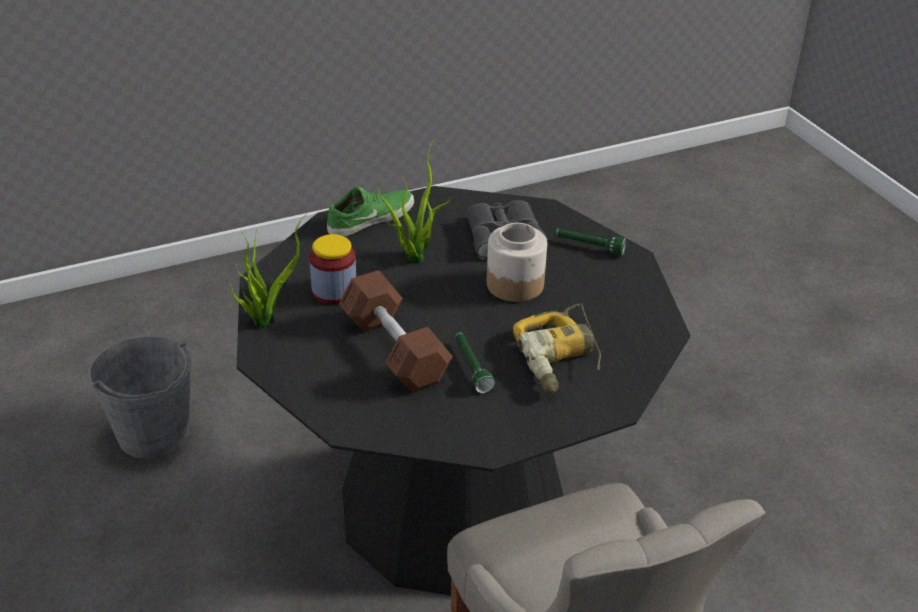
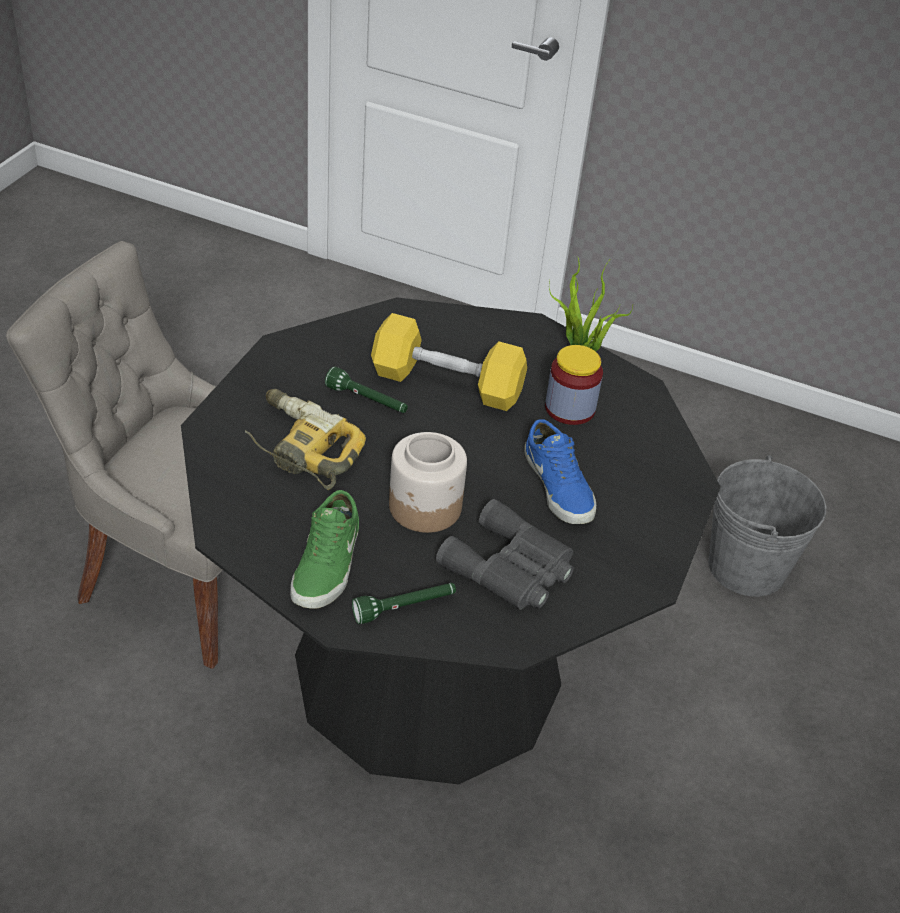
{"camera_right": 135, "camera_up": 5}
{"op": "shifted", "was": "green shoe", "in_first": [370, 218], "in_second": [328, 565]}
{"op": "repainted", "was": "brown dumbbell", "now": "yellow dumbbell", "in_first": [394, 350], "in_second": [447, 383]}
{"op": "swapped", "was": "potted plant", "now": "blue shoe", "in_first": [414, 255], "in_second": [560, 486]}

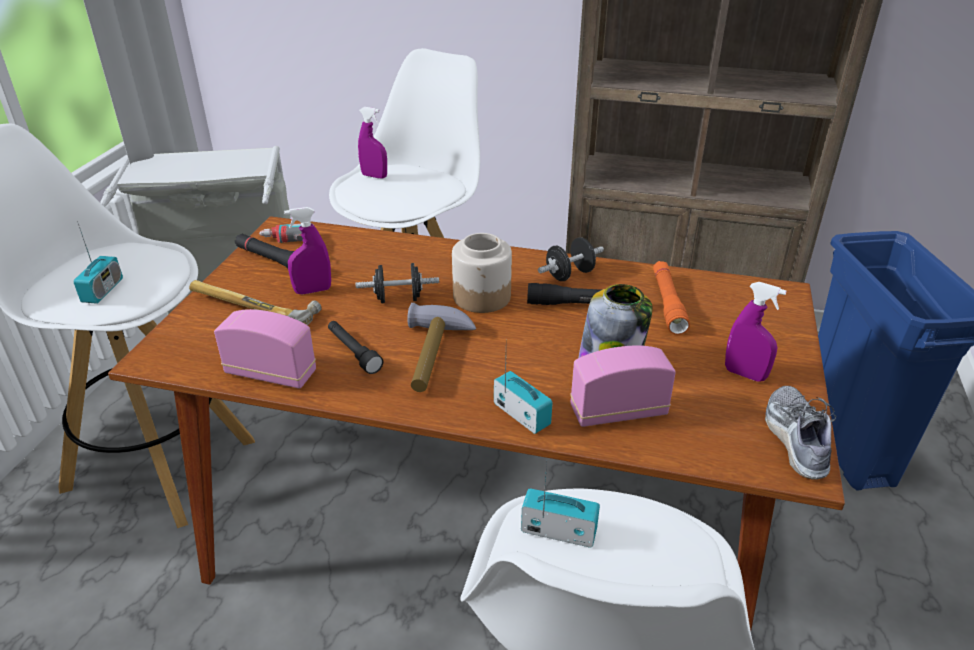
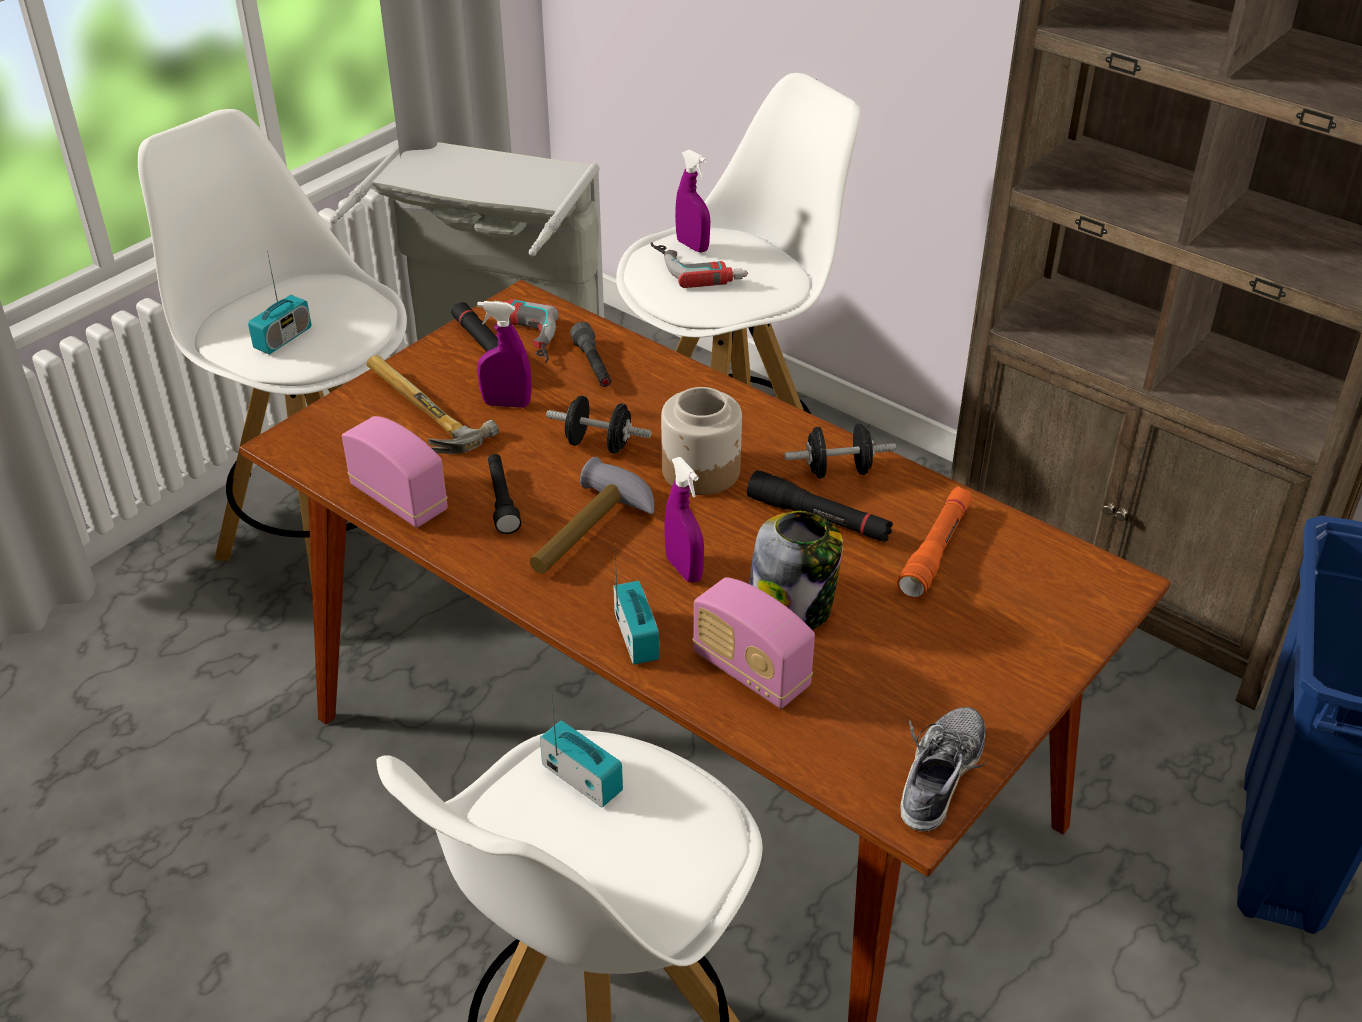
{"camera_right": 25, "camera_up": 5}
{"op": "new", "now": "grey flashlight", "in_second": [593, 366]}
{"op": "new", "now": "power drill", "in_second": [698, 267]}
{"op": "shifted", "was": "purple spray bottle", "in_first": [745, 374], "in_second": [684, 569]}
{"op": "rotated", "was": "radio", "in_first": [618, 412], "in_second": [751, 671], "clockwise": -150}

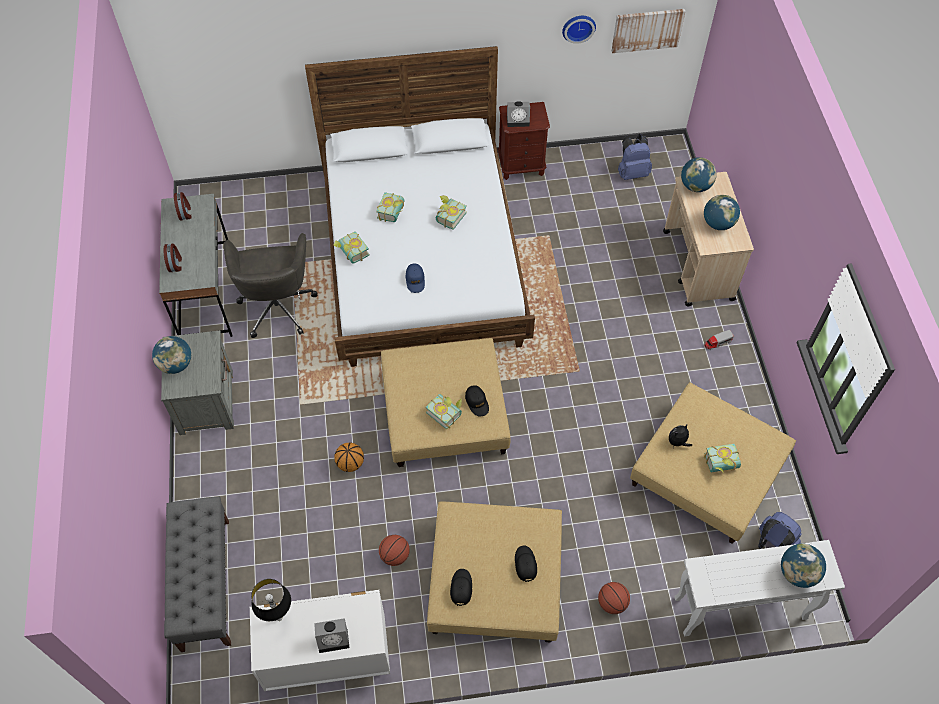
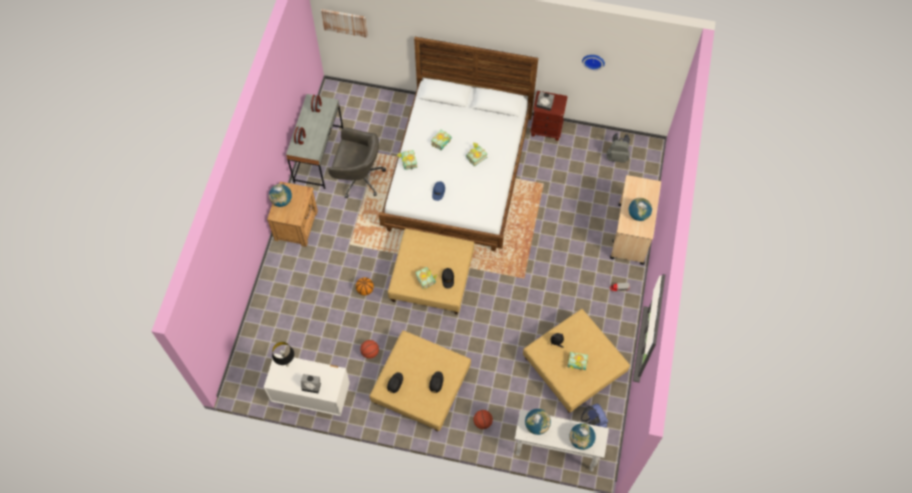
{"camera_right": 20, "camera_up": 5}
{"op": "repainted", "was": "grey nightstand", "now": "brown nightstand", "in_first": [207, 401], "in_second": [297, 225]}
{"op": "shifted", "was": "picture", "in_first": [647, 30], "in_second": [344, 22]}
{"op": "rotated", "was": "grey office chair", "in_first": [277, 305], "in_second": [358, 177], "clockwise": -90}
{"op": "shifted", "was": "globe", "in_first": [695, 186], "in_second": [536, 425]}
{"op": "repainted", "was": "blue backpack", "now": "grey backpack", "in_first": [632, 172], "in_second": [617, 156]}
{"op": "gone", "was": "grey bench", "in_first": [205, 583]}

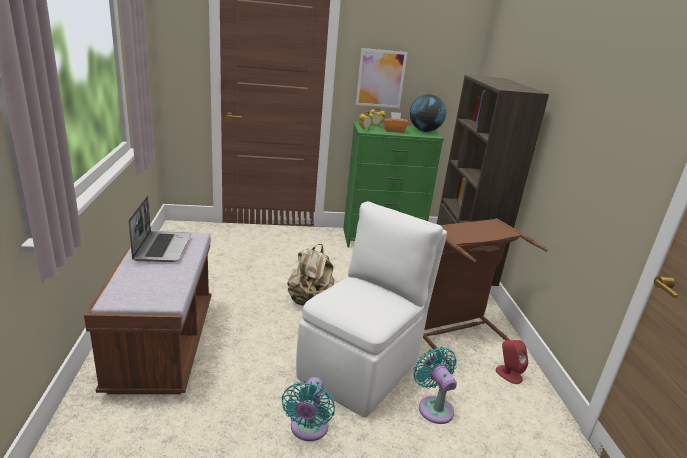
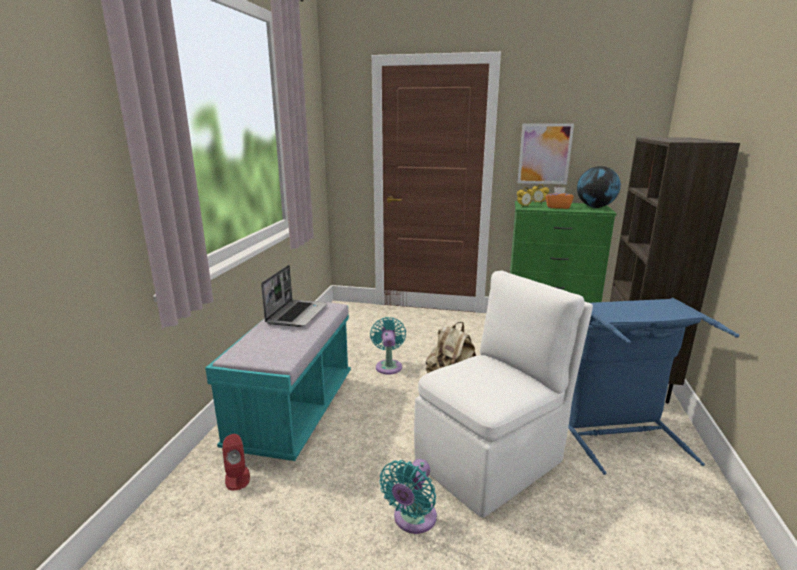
{"camera_right": 20, "camera_up": -5}
{"op": "repainted", "was": "brown bench", "now": "turquoise bench", "in_first": [162, 345], "in_second": [293, 412]}
{"op": "shifted", "was": "red speaker", "in_first": [508, 374], "in_second": [237, 477]}
{"op": "shifted", "was": "turquoise fan", "in_first": [434, 407], "in_second": [388, 365]}
{"op": "repainted", "was": "brown laundry basket", "now": "blue laundry basket", "in_first": [456, 331], "in_second": [620, 434]}

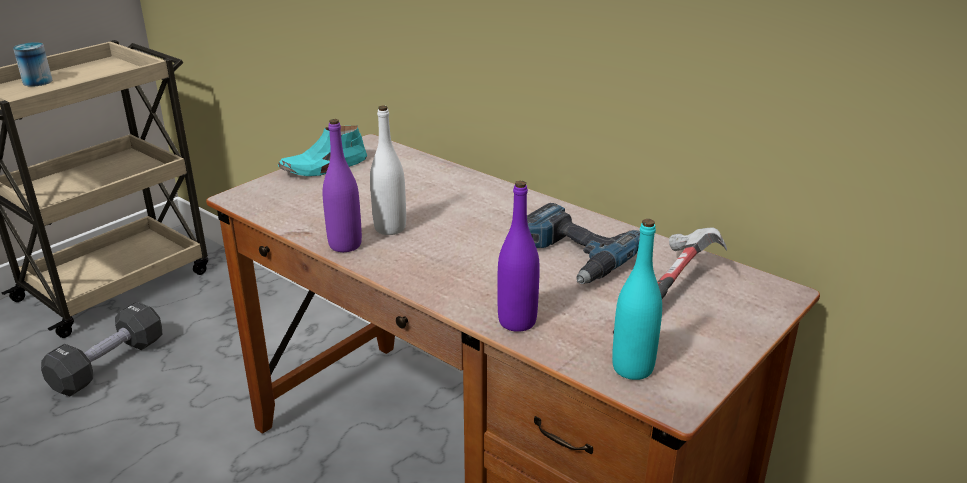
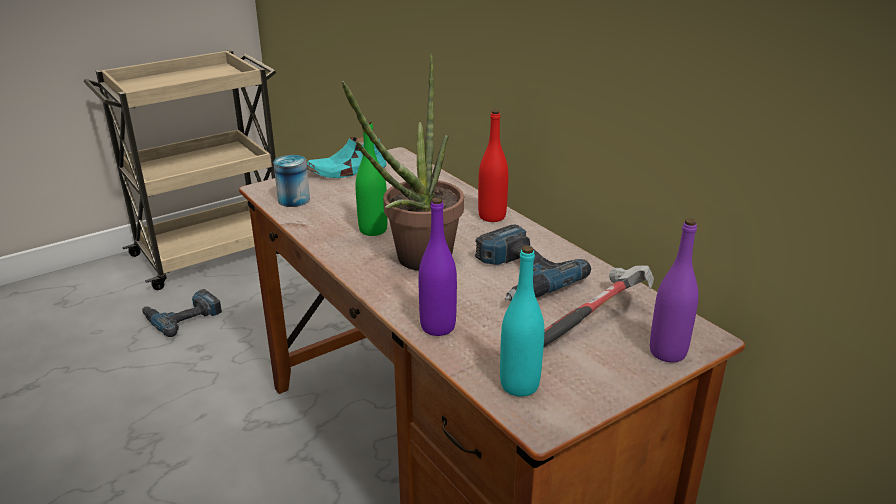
{"camera_right": 15, "camera_up": 0}
{"op": "swapped", "was": "black dumbbell", "now": "power drill", "in_first": [109, 364], "in_second": [182, 317]}
{"op": "shifted", "was": "can", "in_first": [37, 82], "in_second": [294, 200]}
{"op": "new", "now": "potted plant", "in_second": [415, 262]}
{"op": "repainted", "was": "white bottle", "now": "green bottle", "in_first": [390, 228], "in_second": [373, 230]}
{"op": "new", "now": "red bottle", "in_second": [492, 216]}
{"op": "shifted", "was": "purple bottle", "in_first": [345, 245], "in_second": [667, 352]}

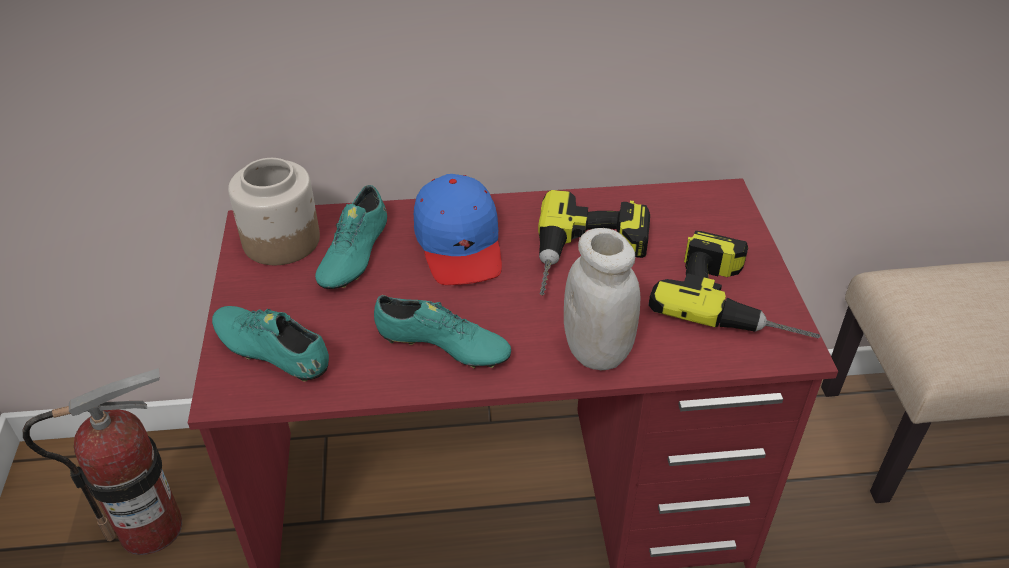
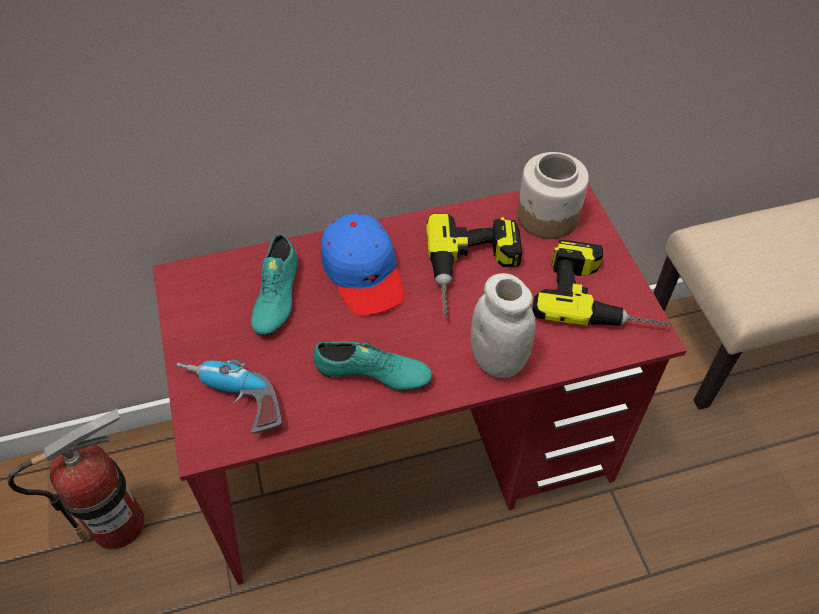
{"camera_right": -10, "camera_up": 10}
{"op": "swapped", "was": "turquoise shoe", "now": "power drill", "in_first": [272, 351], "in_second": [231, 400]}
{"op": "shifted", "was": "jar", "in_first": [281, 241], "in_second": [547, 217]}

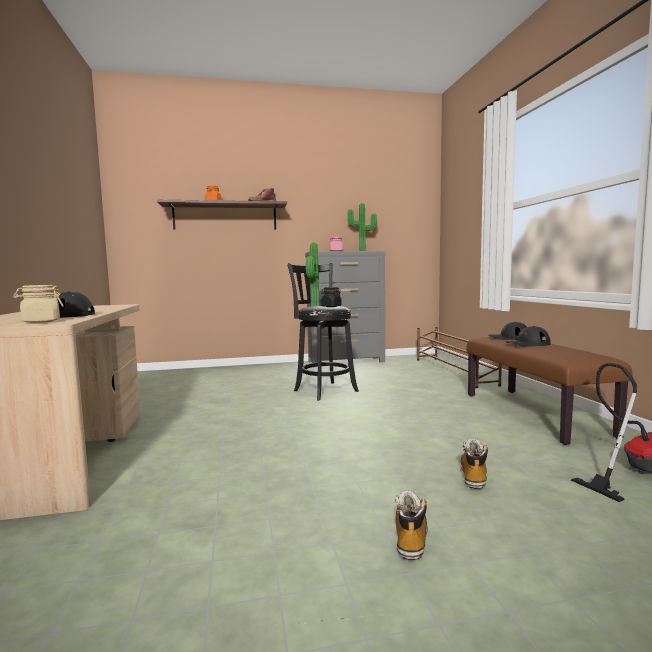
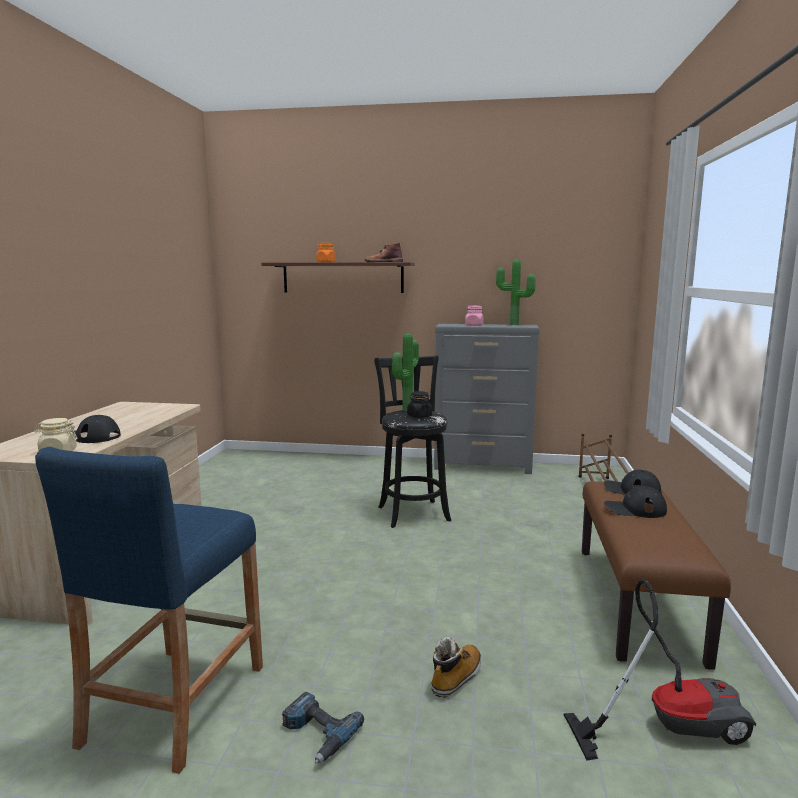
{"camera_right": 20, "camera_up": 5}
{"op": "new", "now": "blue stool", "in_second": [174, 703]}
{"op": "swapped", "was": "boot", "now": "power drill", "in_first": [410, 536], "in_second": [317, 734]}

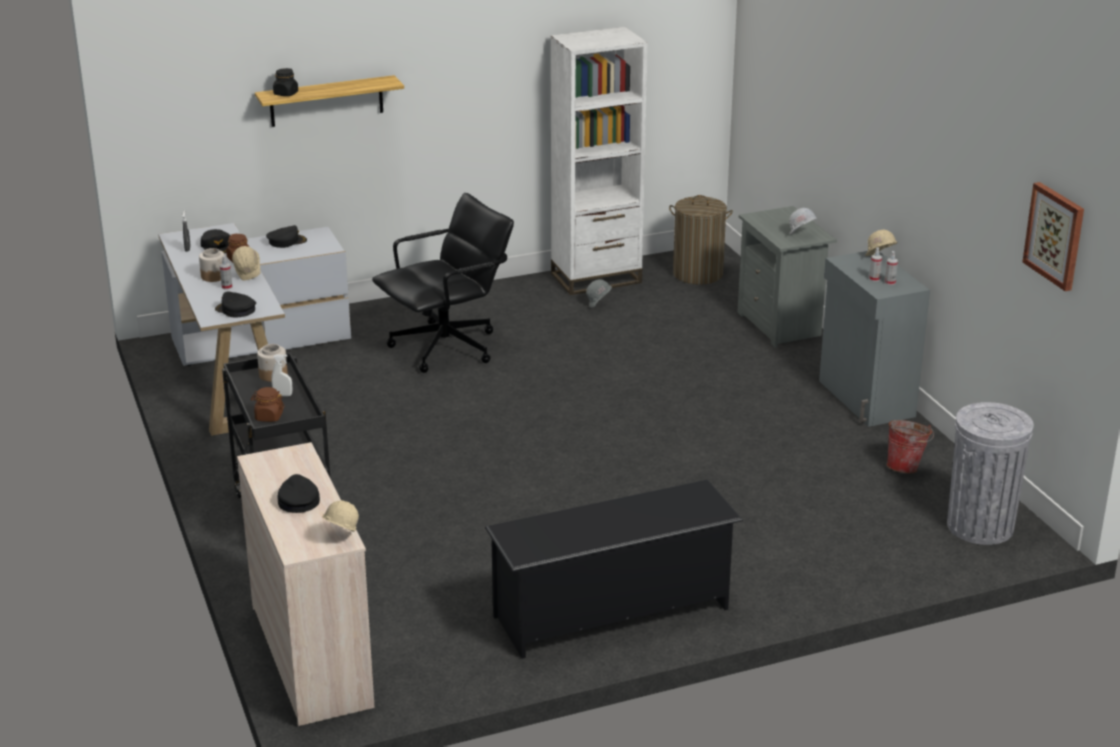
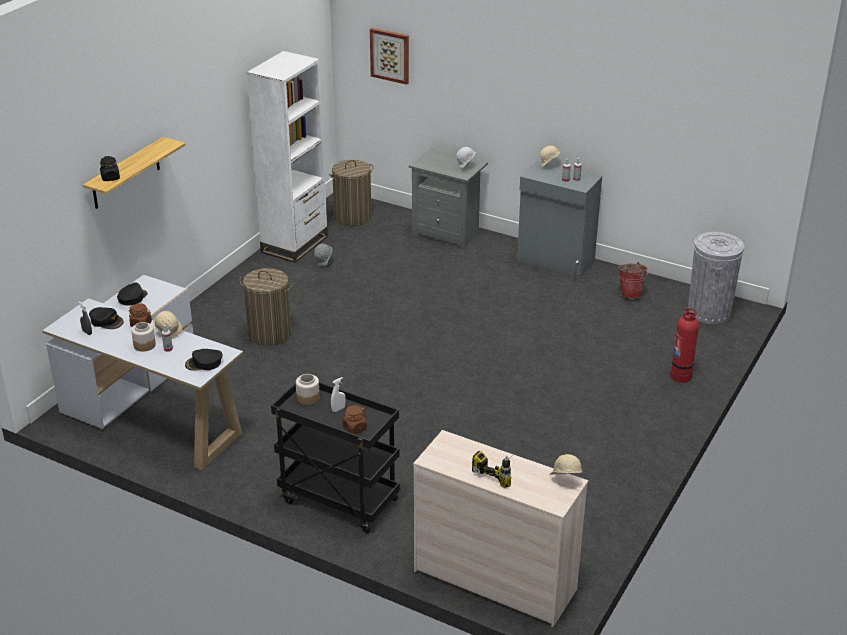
{"camera_right": -40, "camera_up": 5}
{"op": "swapped", "was": "black office chair", "now": "laundry basket", "in_first": [447, 348], "in_second": [269, 333]}
{"op": "shifted", "was": "picture", "in_first": [1055, 235], "in_second": [390, 55]}
{"op": "swapped", "was": "black cap", "now": "power drill", "in_first": [298, 500], "in_second": [500, 471]}
{"op": "new", "now": "fire extinguisher", "in_second": [681, 376]}
{"op": "gone", "was": "black shoe rack", "in_first": [612, 612]}

